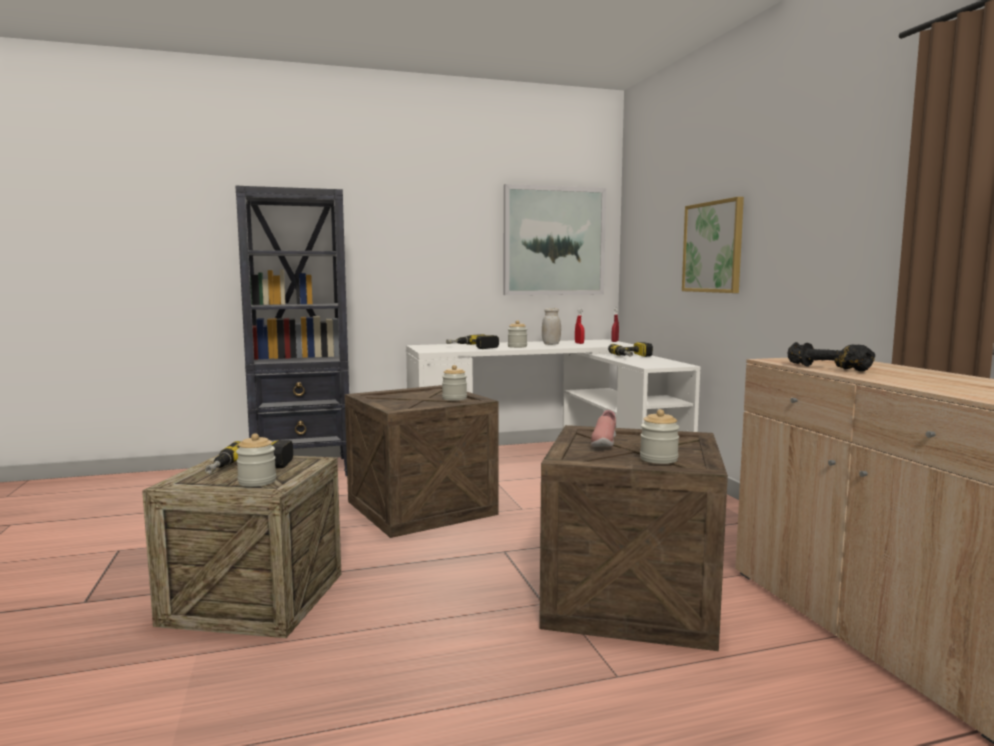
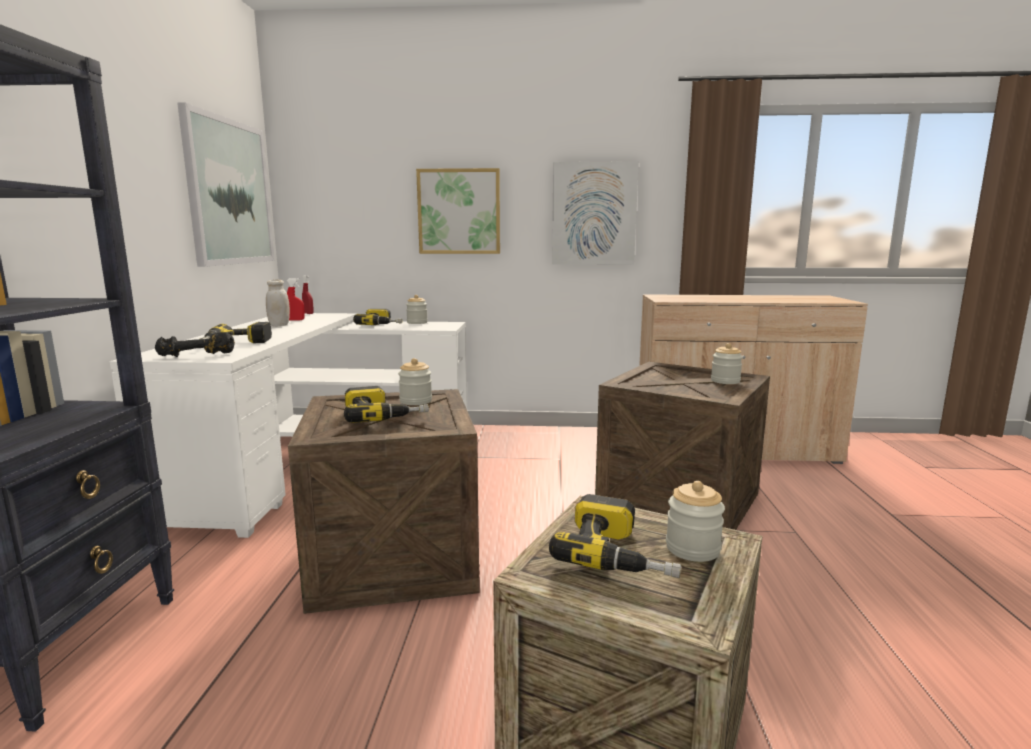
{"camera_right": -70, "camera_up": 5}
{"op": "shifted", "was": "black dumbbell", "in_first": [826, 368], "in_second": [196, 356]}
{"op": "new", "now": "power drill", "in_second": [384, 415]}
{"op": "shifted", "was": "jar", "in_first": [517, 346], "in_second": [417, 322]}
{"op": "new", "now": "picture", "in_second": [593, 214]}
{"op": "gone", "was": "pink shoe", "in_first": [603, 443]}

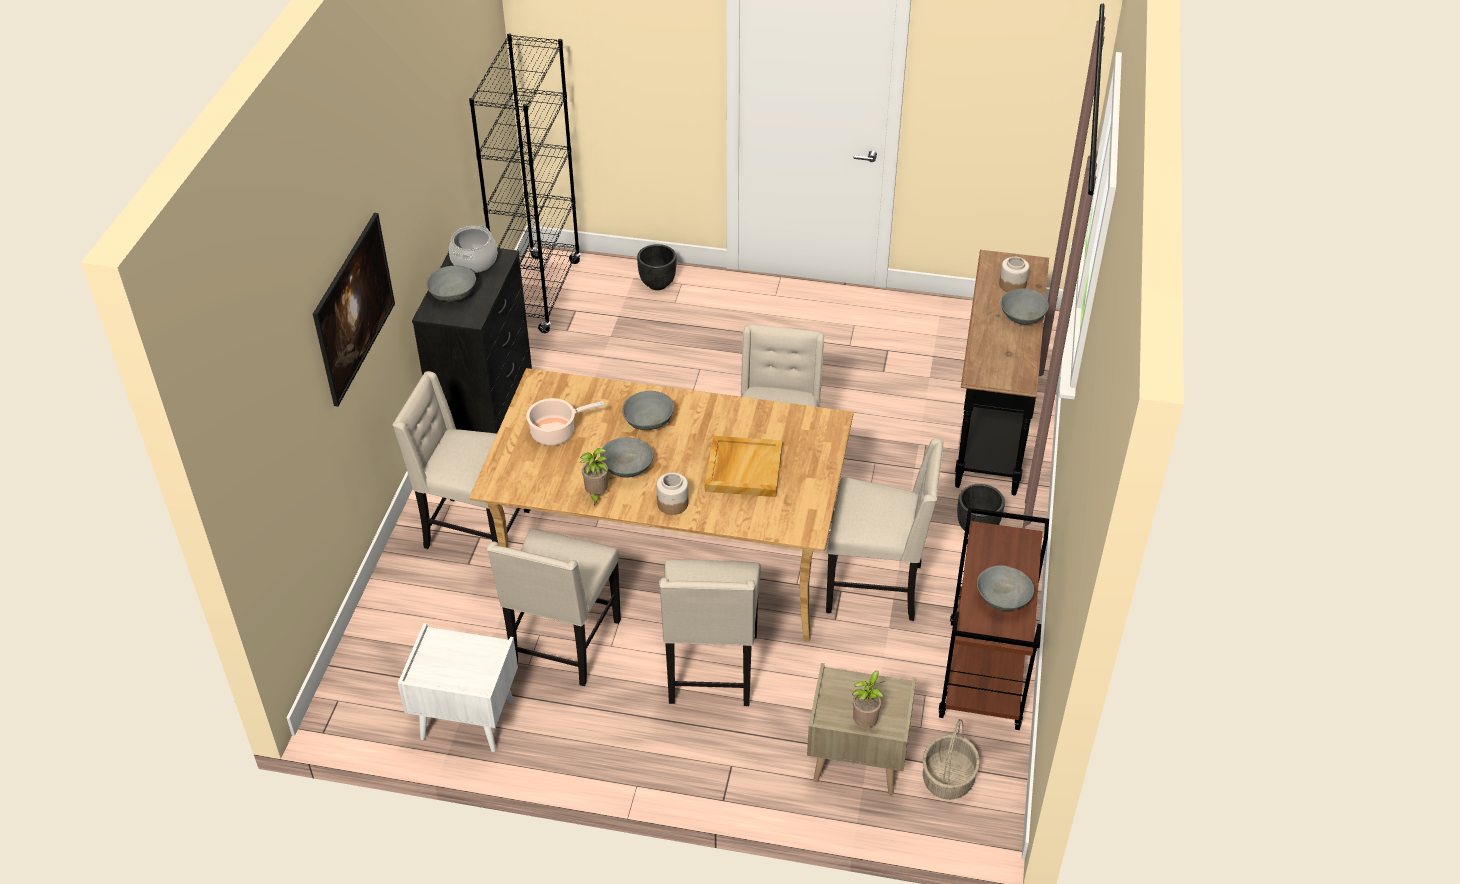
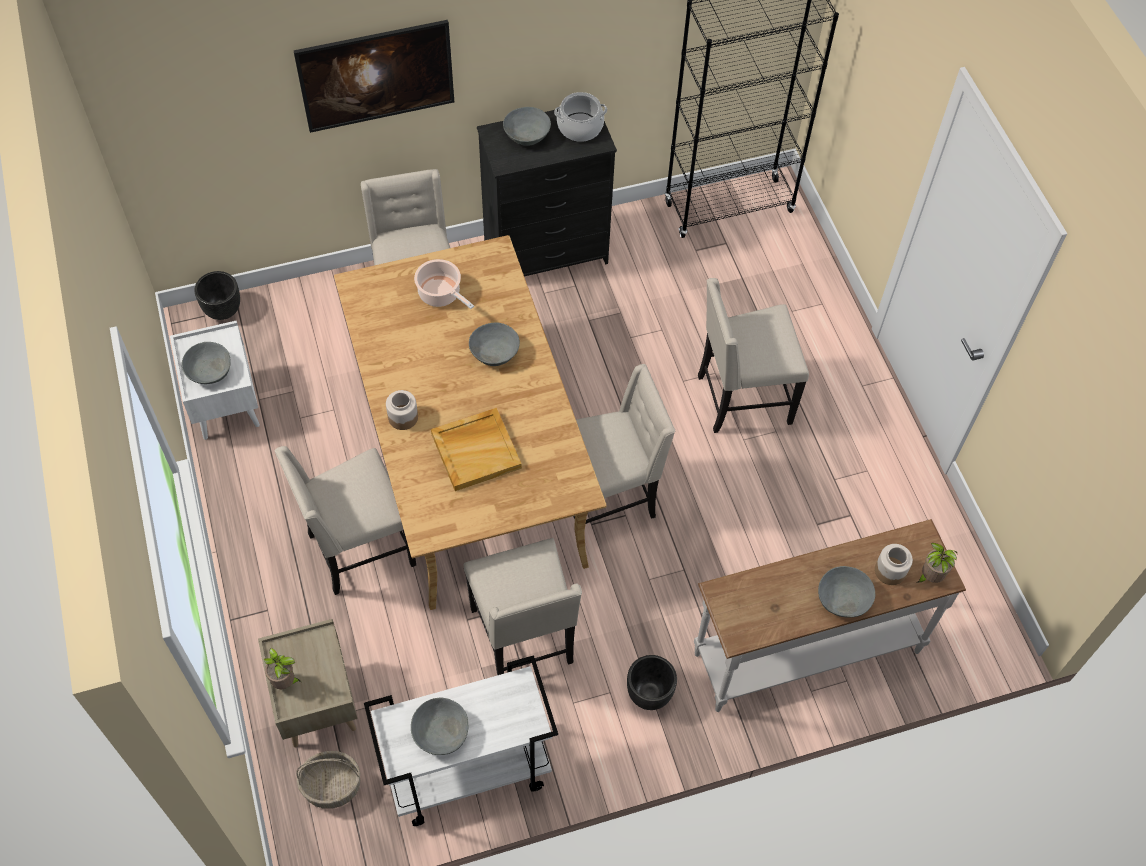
{"camera_right": 60, "camera_up": 15}
{"op": "shifted", "was": "grey bowl", "in_first": [626, 468], "in_second": [209, 371]}
{"op": "shifted", "was": "black planter", "in_first": [657, 284], "in_second": [223, 310]}
{"op": "repainted", "was": "brown cart", "now": "white cart", "in_first": [985, 675], "in_second": [466, 772]}
{"op": "repainted", "was": "black console table", "now": "white console table", "in_first": [990, 423], "in_second": [806, 650]}
{"op": "shifted", "was": "beige chair", "in_first": [563, 646], "in_second": [741, 399]}
{"op": "shifted", "was": "potted plant", "in_first": [596, 495], "in_second": [929, 577]}

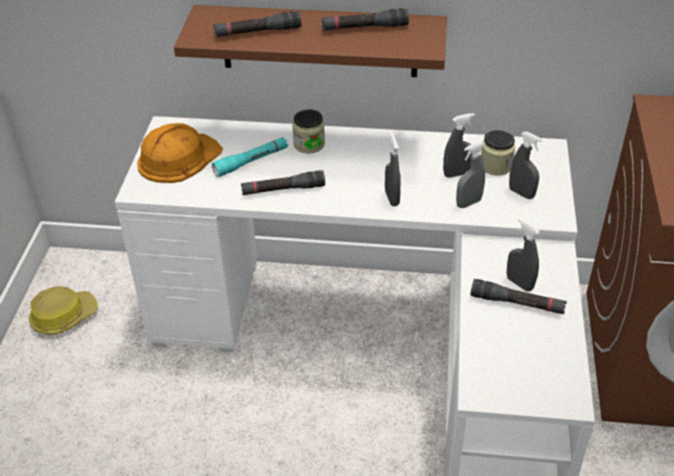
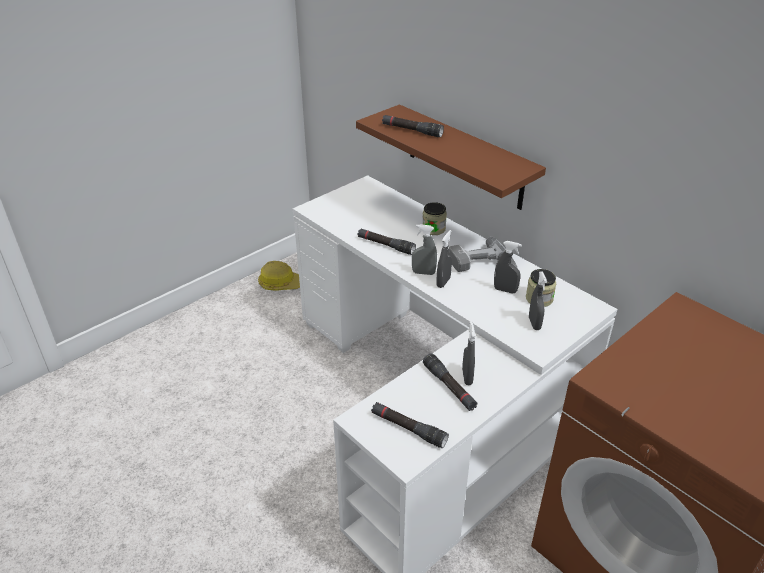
{"camera_right": 40, "camera_up": -5}
{"op": "shifted", "was": "black flashlight", "in_first": [364, 27], "in_second": [408, 429]}
{"op": "shifted", "was": "grey spray bottle", "in_first": [468, 203], "in_second": [423, 273]}
{"op": "new", "now": "power drill", "in_second": [482, 266]}
{"op": "gone", "was": "orange hard hat", "in_first": [178, 158]}
{"op": "gone", "was": "turquoise flashlight", "in_first": [251, 162]}

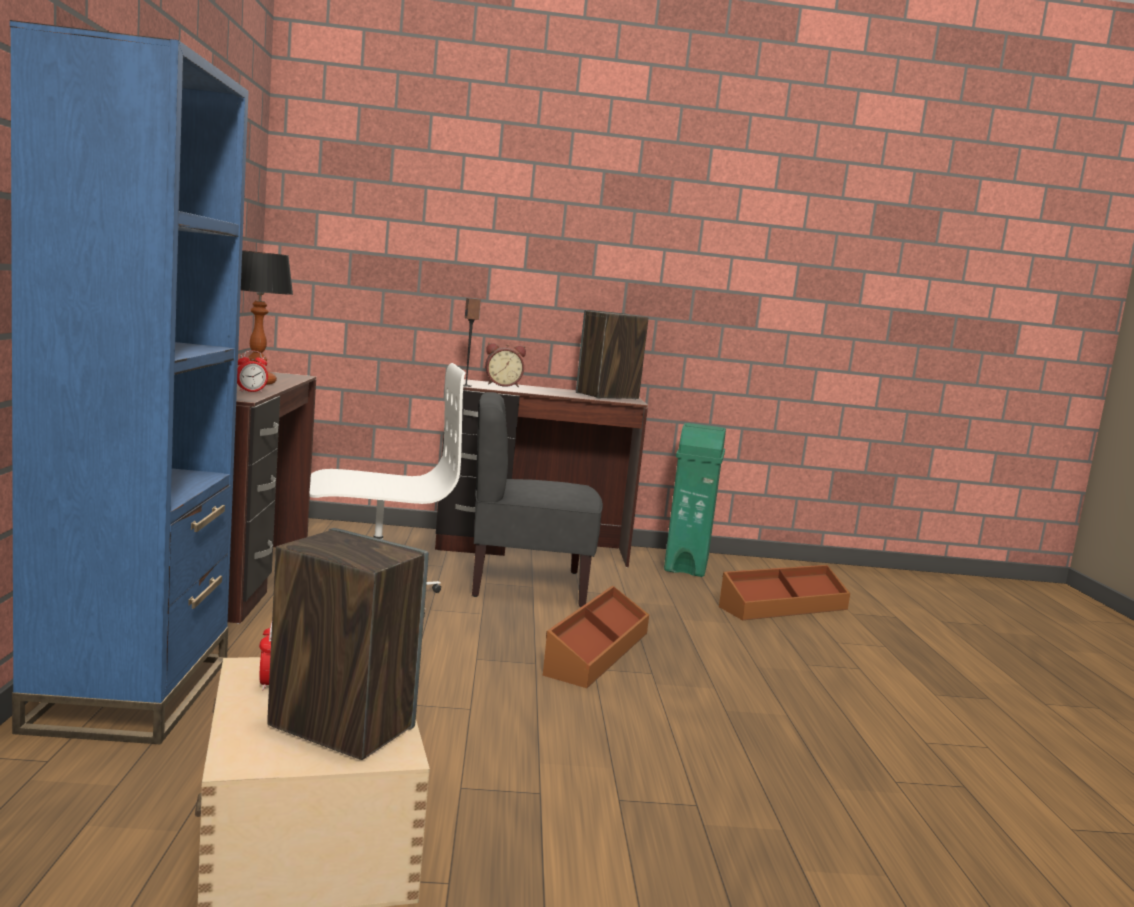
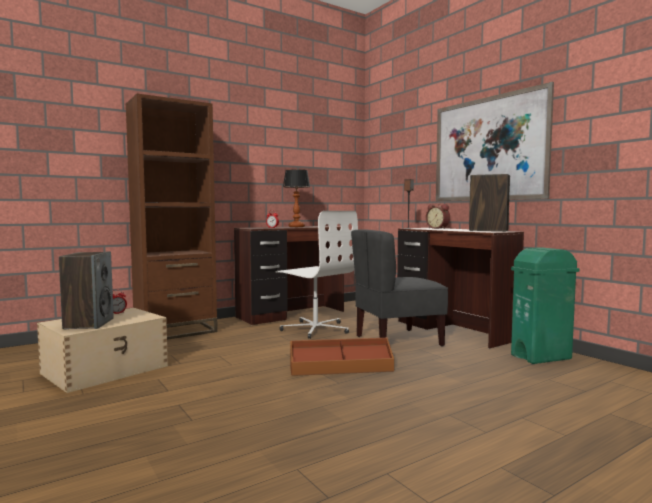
{"camera_right": 60, "camera_up": -5}
{"op": "repainted", "was": "blue bookcase", "now": "brown bookcase", "in_first": [132, 693], "in_second": [175, 331]}
{"op": "rotated", "was": "grey chair", "in_first": [526, 585], "in_second": [397, 341], "clockwise": -75}
{"op": "new", "now": "picture", "in_second": [488, 149]}
{"op": "gone", "was": "brown storage box", "in_first": [783, 607]}

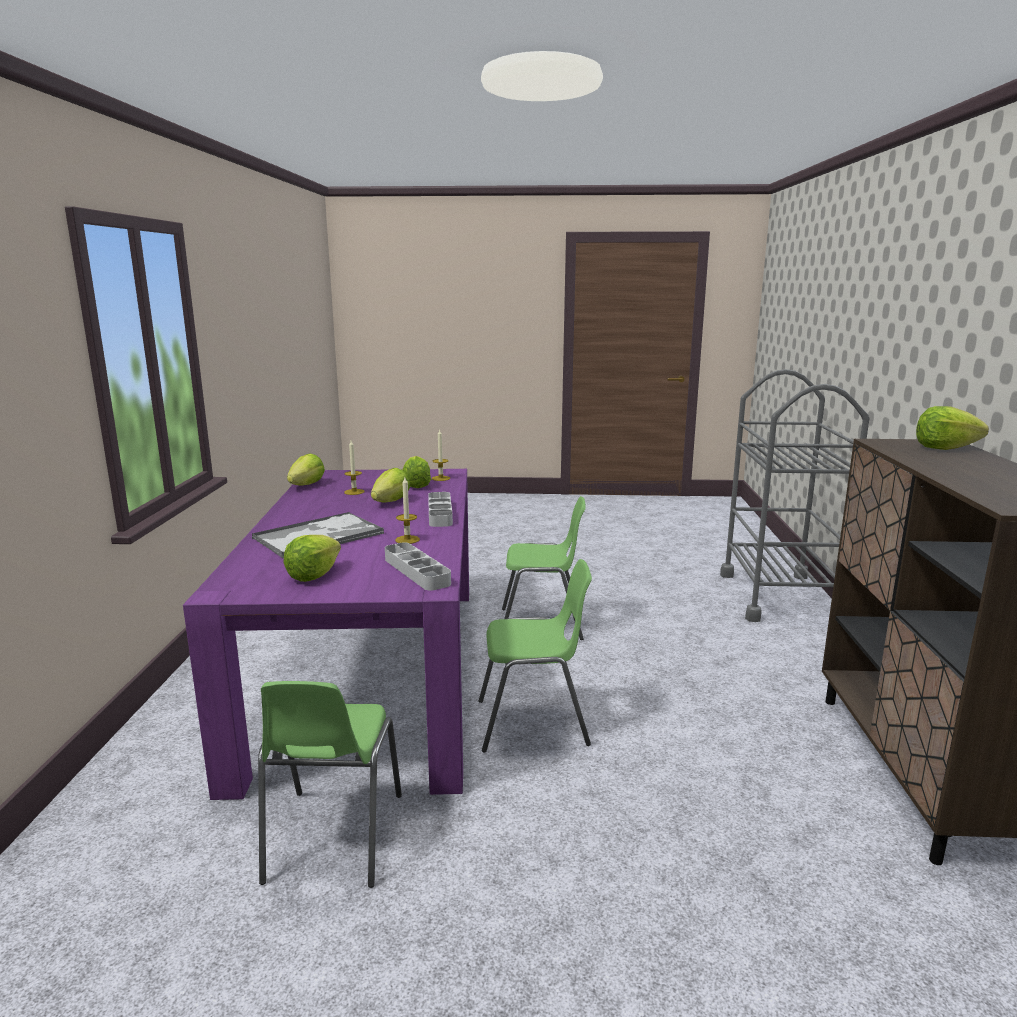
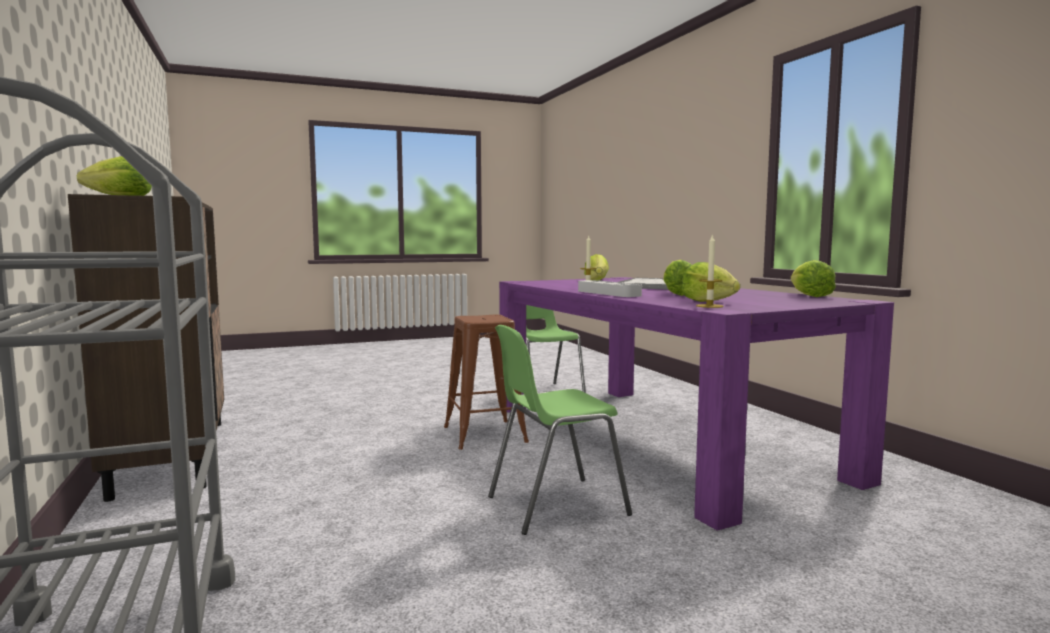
{"camera_right": 155, "camera_up": -10}
{"op": "swapped", "was": "green chair", "now": "brown stool", "in_first": [533, 723], "in_second": [484, 434]}
{"op": "gone", "was": "candle", "in_first": [354, 492]}
{"op": "gone", "was": "grey tray", "in_first": [416, 571]}

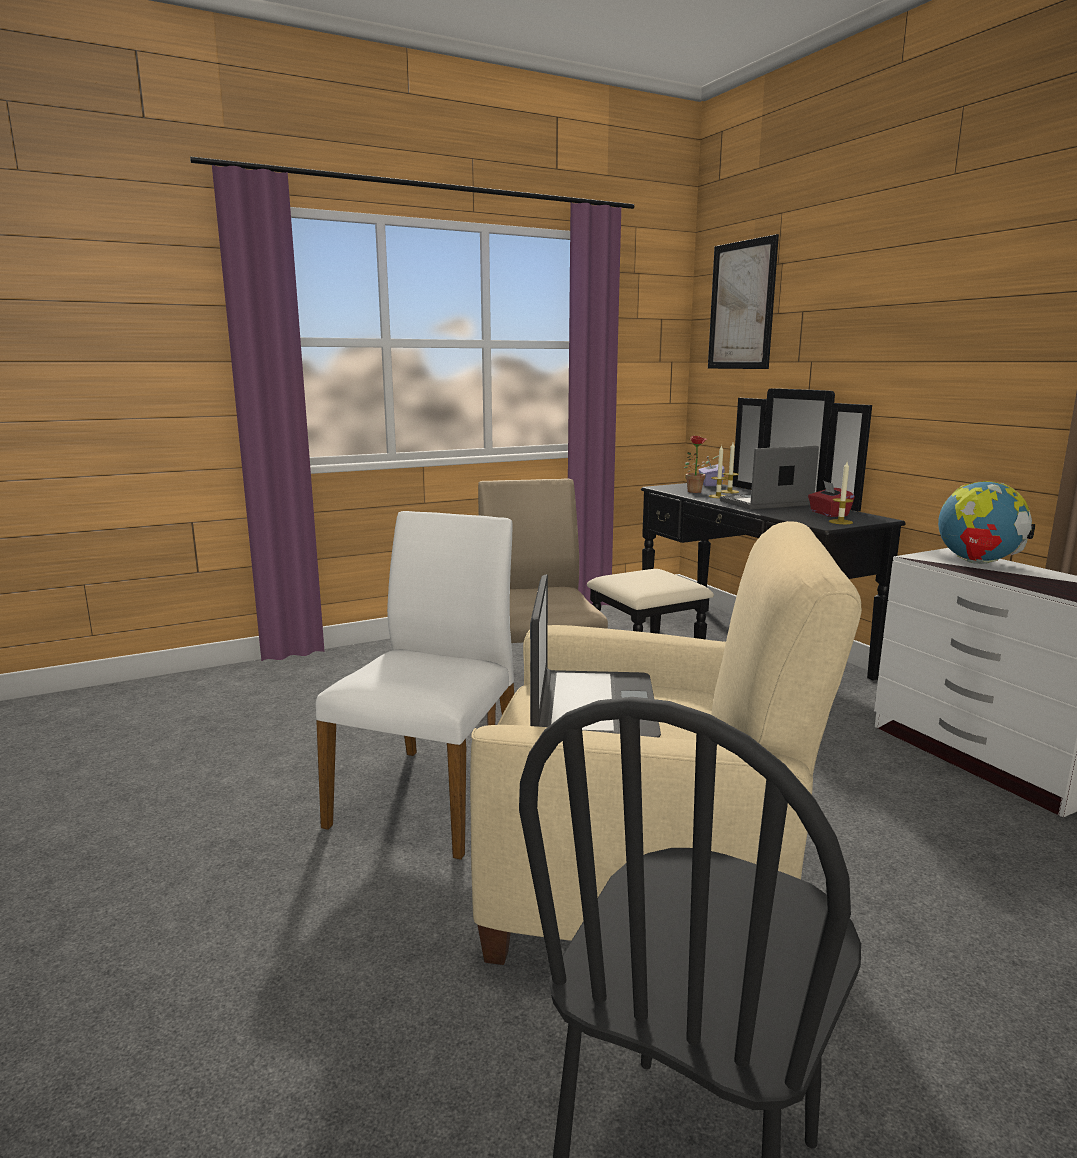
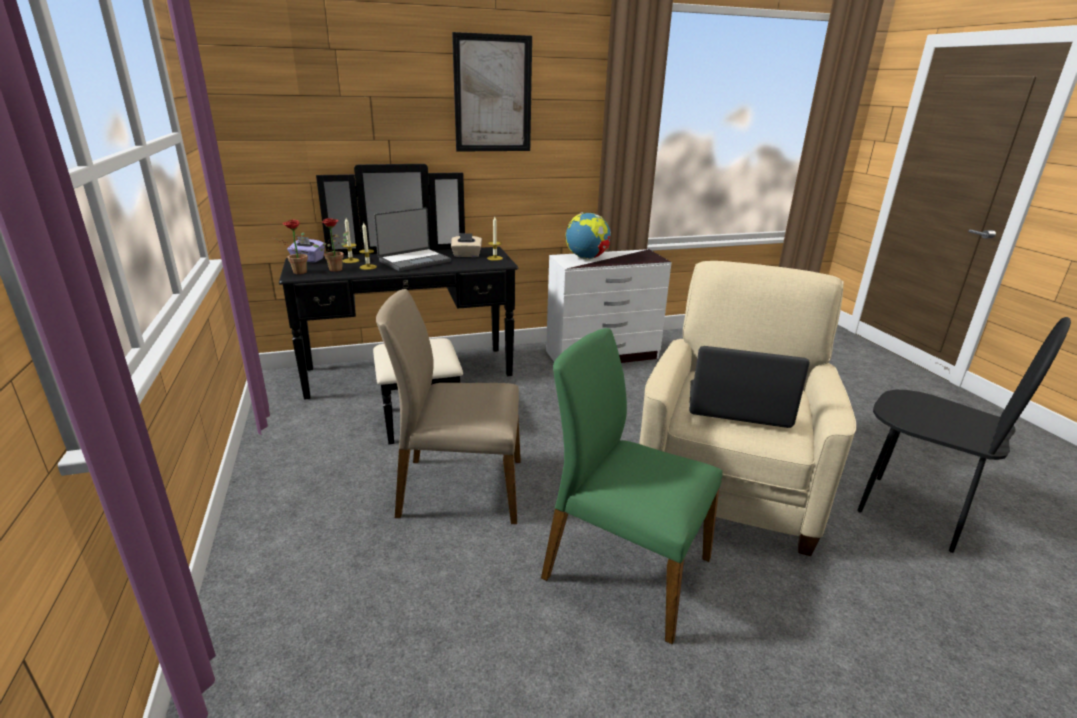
{"camera_right": -80, "camera_up": 10}
{"op": "new", "now": "potted plant", "in_second": [296, 272]}
{"op": "rotated", "was": "laptop", "in_first": [766, 503], "in_second": [414, 261], "clockwise": -120}
{"op": "repainted", "was": "red tissue box", "now": "beige tissue box", "in_first": [828, 514], "in_second": [466, 255]}
{"op": "shifted", "was": "picture", "in_first": [741, 306], "in_second": [493, 94]}
{"op": "repainted", "was": "white chair", "now": "green chair", "in_first": [431, 797], "in_second": [624, 568]}

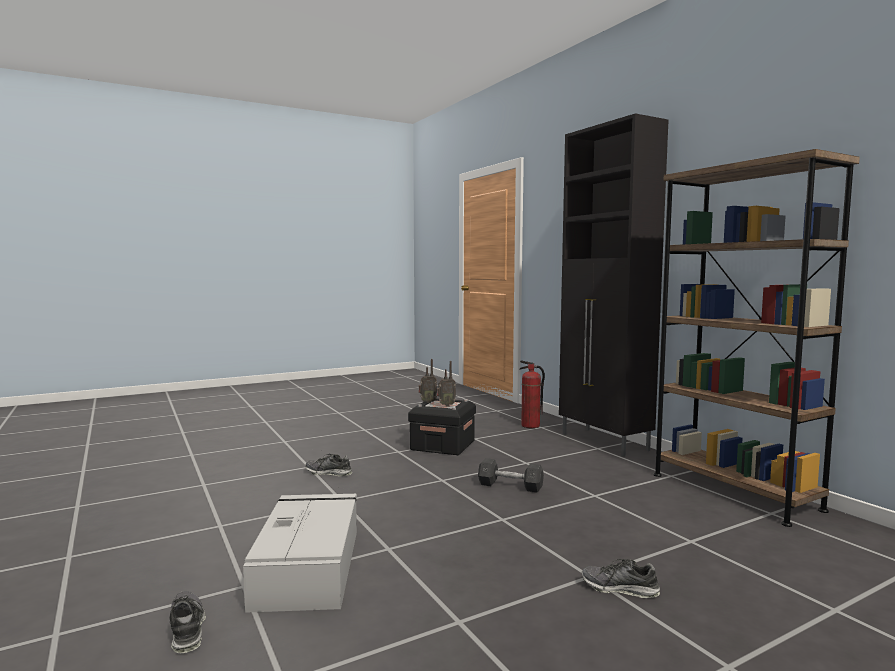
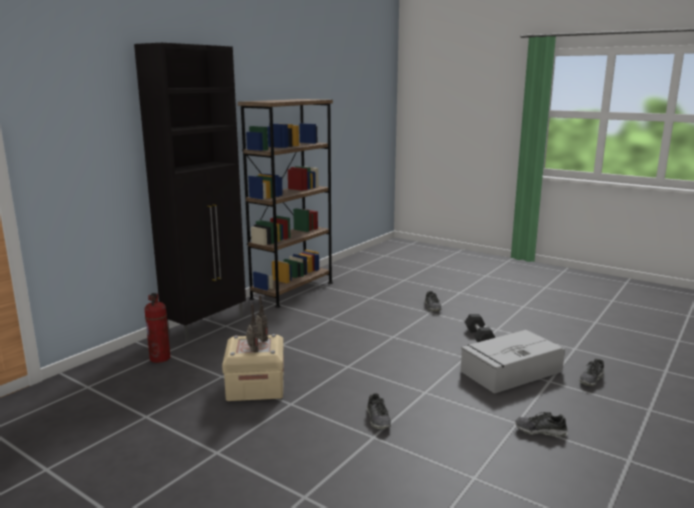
{"camera_right": -115, "camera_up": 10}
{"op": "repainted", "was": "black storage box", "now": "beige storage box", "in_first": [443, 445], "in_second": [255, 386]}
{"op": "shifted", "was": "grey dumbbell", "in_first": [510, 486], "in_second": [479, 337]}
{"op": "new", "now": "shoe", "in_second": [540, 431]}

